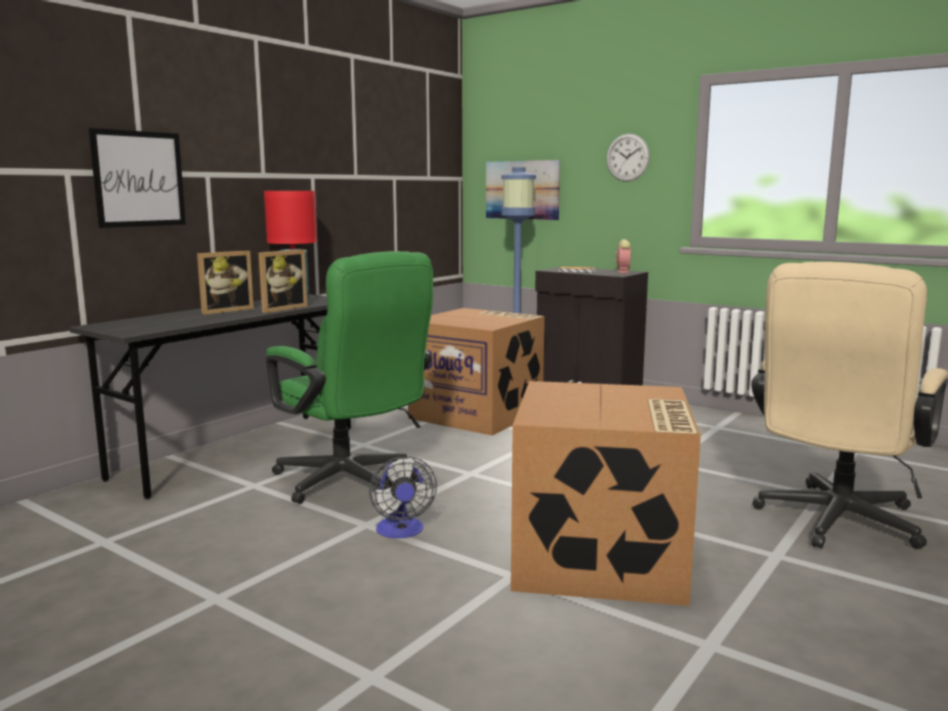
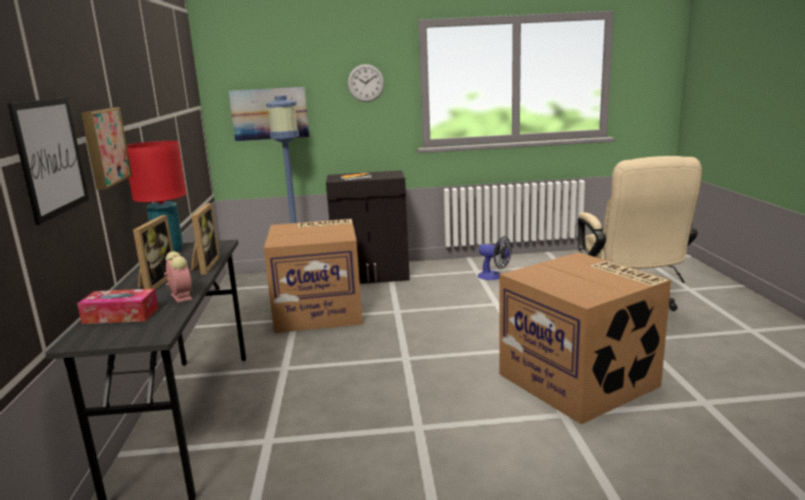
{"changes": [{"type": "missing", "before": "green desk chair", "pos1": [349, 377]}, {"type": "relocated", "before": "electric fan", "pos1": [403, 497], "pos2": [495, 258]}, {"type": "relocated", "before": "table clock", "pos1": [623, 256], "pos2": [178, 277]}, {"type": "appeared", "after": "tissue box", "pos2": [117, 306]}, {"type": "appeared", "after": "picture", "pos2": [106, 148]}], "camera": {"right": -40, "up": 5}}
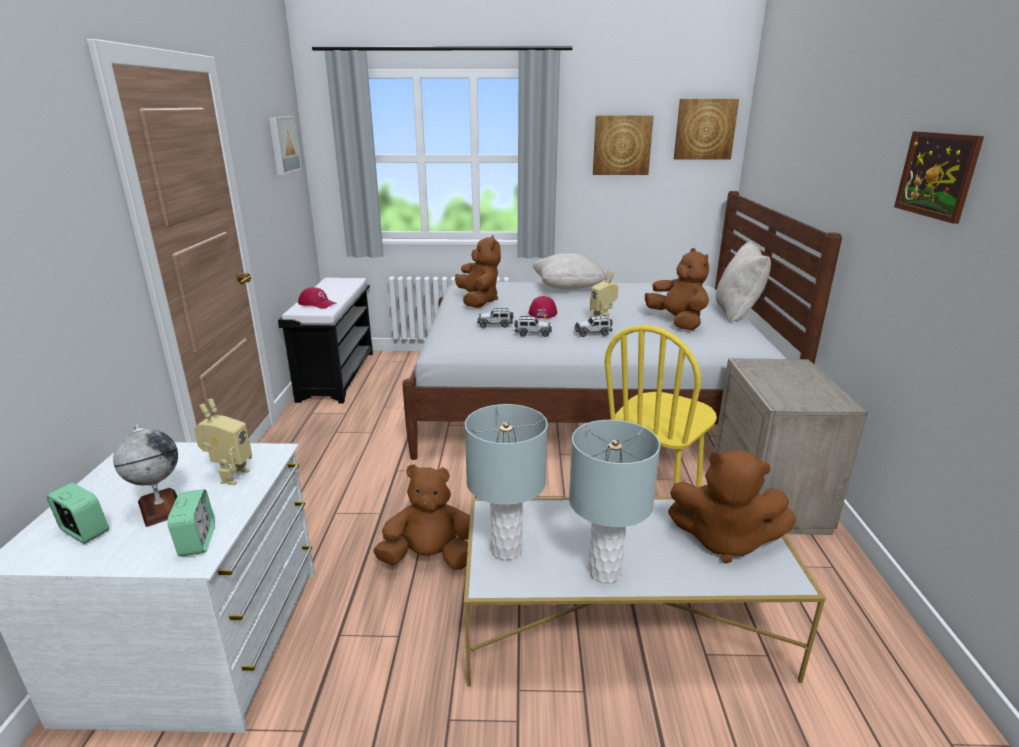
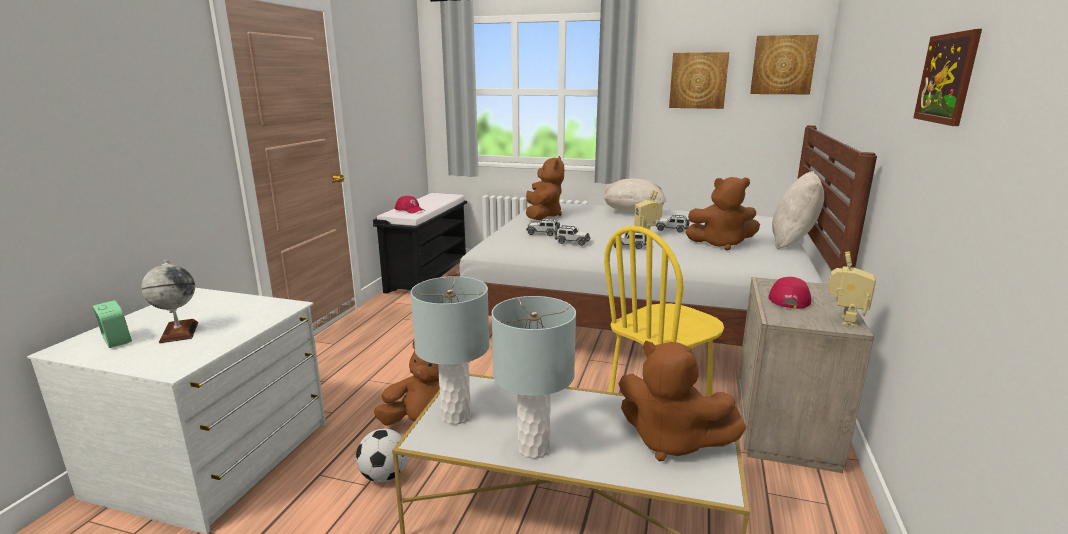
{"changes": [{"type": "missing", "before": "table clock", "pos1": [191, 523]}, {"type": "relocated", "before": "robot figure", "pos1": [223, 441], "pos2": [852, 290]}, {"type": "missing", "before": "picture", "pos1": [285, 145]}, {"type": "relocated", "before": "reddish baseball cap", "pos1": [543, 307], "pos2": [790, 293]}, {"type": "spun", "before": "brown-coloured cuddly toy", "pos1": [677, 289], "pos2": [722, 213], "turn": 105}, {"type": "appeared", "after": "football", "pos2": [382, 455]}, {"type": "appeared", "after": "miniature car", "pos2": [673, 224]}], "camera": {"right": 15, "up": -5}}
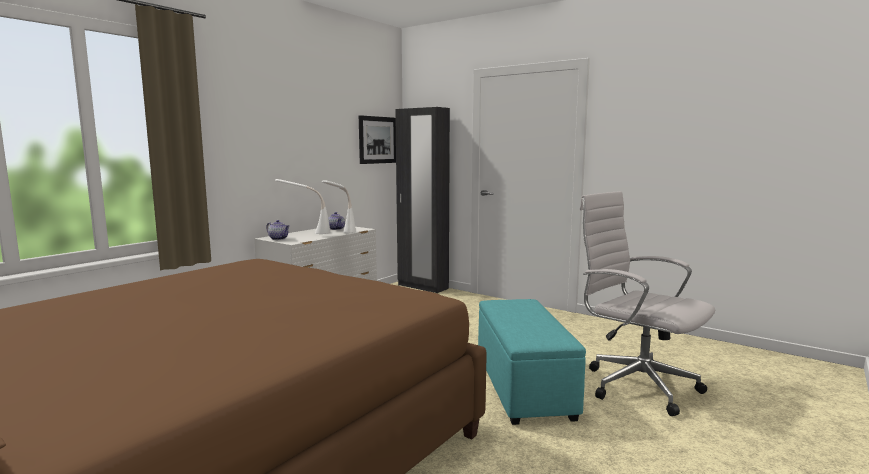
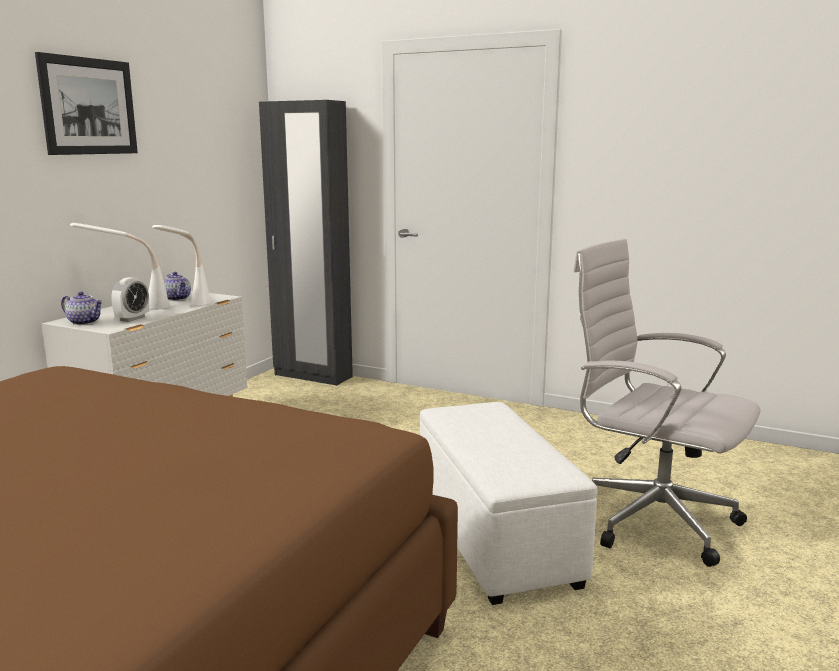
{"changes": [{"type": "relocated", "before": "picture", "pos1": [377, 139], "pos2": [86, 103]}, {"type": "colour", "before": "turquoise-coloured ottoman", "after": "whitish ottoman", "pos1": [532, 362], "pos2": [508, 503]}, {"type": "appeared", "after": "table clock", "pos2": [130, 299]}], "camera": {"right": -10, "up": 5}}
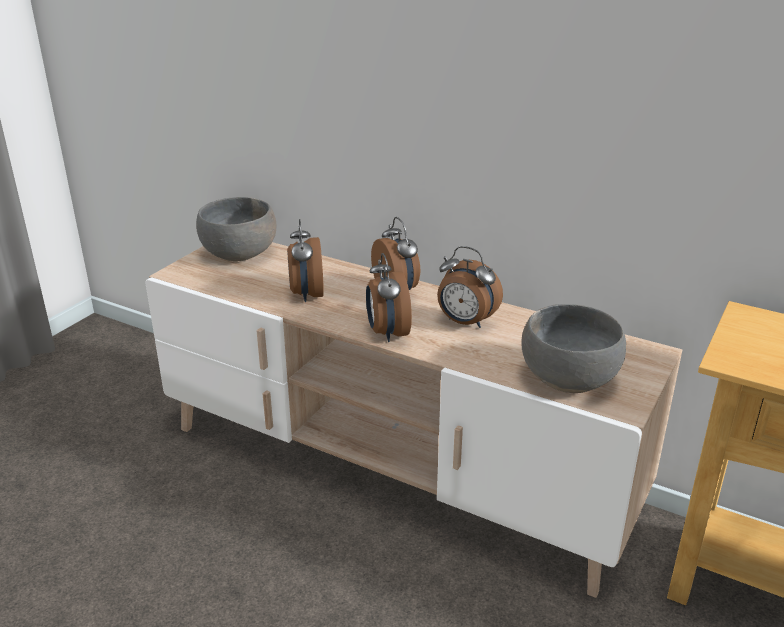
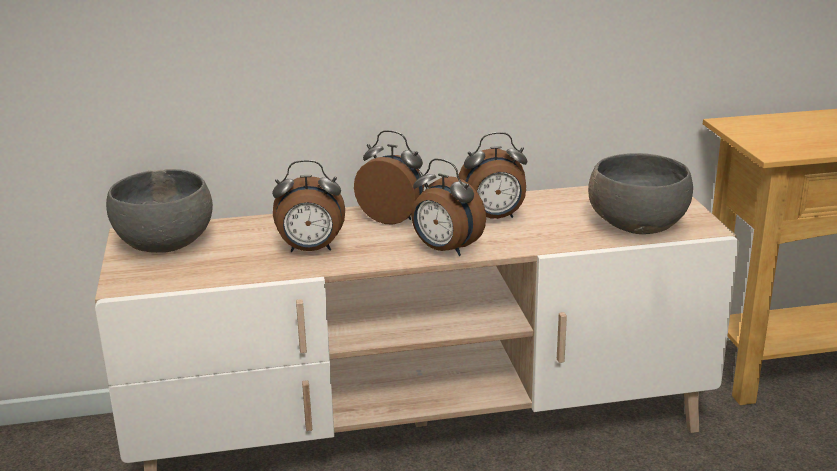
{"changes": [{"type": "spun", "before": "table clock", "pos1": [305, 260], "pos2": [308, 206], "turn": -45}], "camera": {"right": -40, "up": -5}}
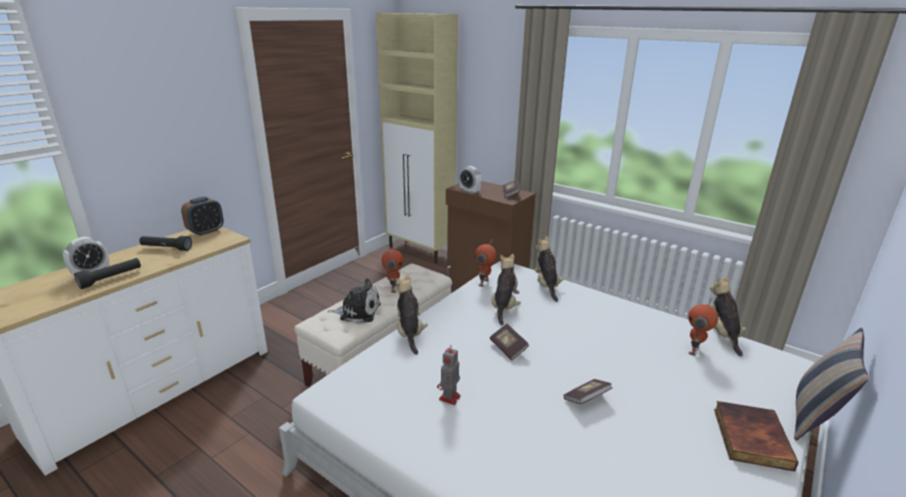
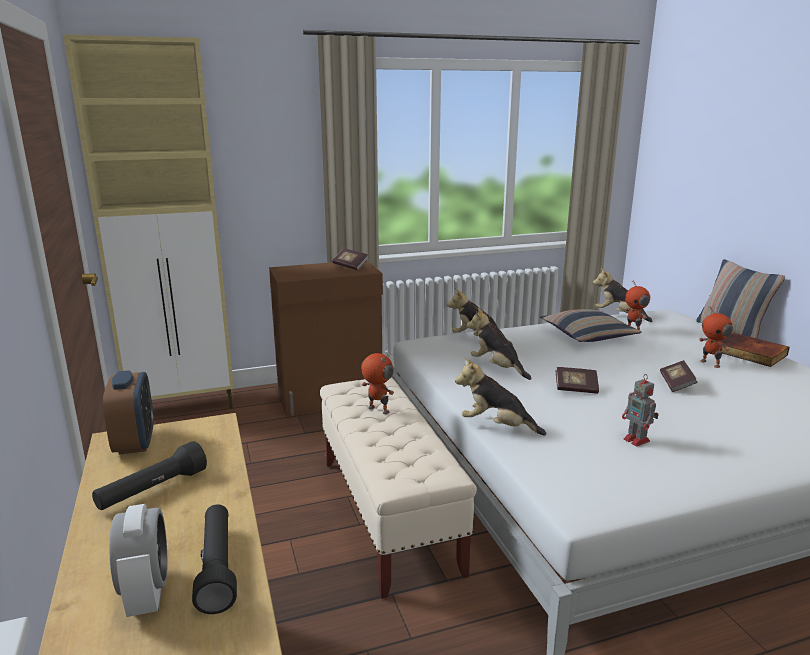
{"changes": [{"type": "missing", "before": "cuddly toy", "pos1": [354, 301]}, {"type": "missing", "before": "table clock", "pos1": [471, 180]}, {"type": "relocated", "before": "robot figure", "pos1": [485, 263], "pos2": [716, 337]}, {"type": "appeared", "after": "throw pillow", "pos2": [591, 325]}], "camera": {"right": -55, "up": -5}}
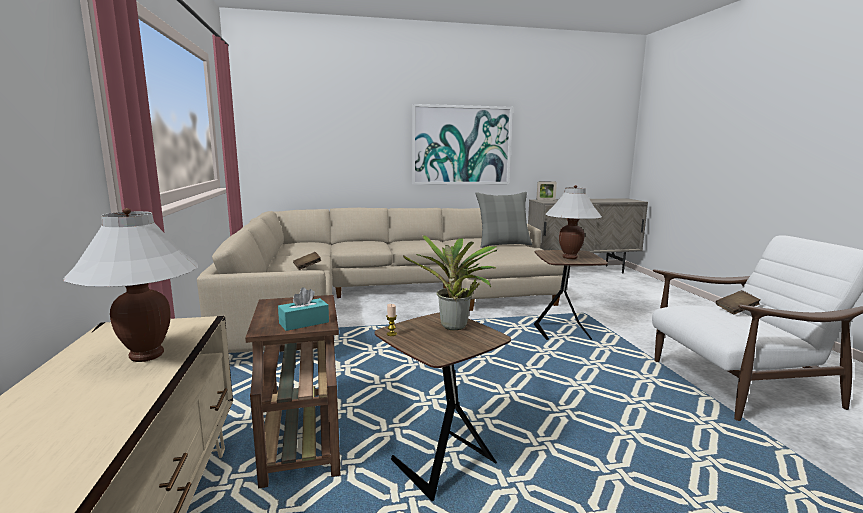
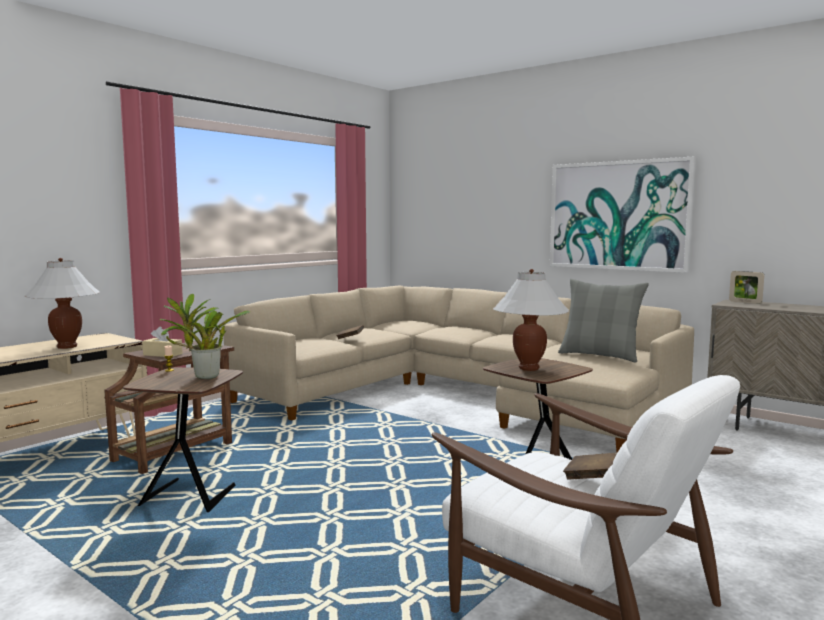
{"changes": [{"type": "colour", "before": "turquoise-coloured tissue box", "after": "beige-coloured tissue box", "pos1": [303, 309], "pos2": [162, 341]}], "camera": {"right": 50, "up": -5}}
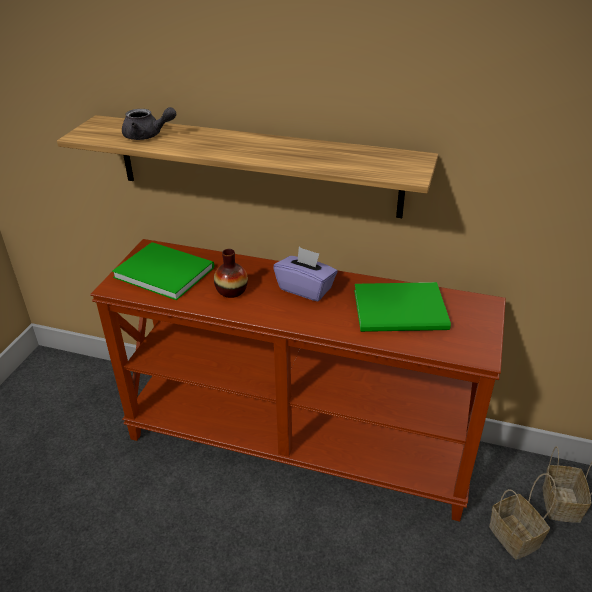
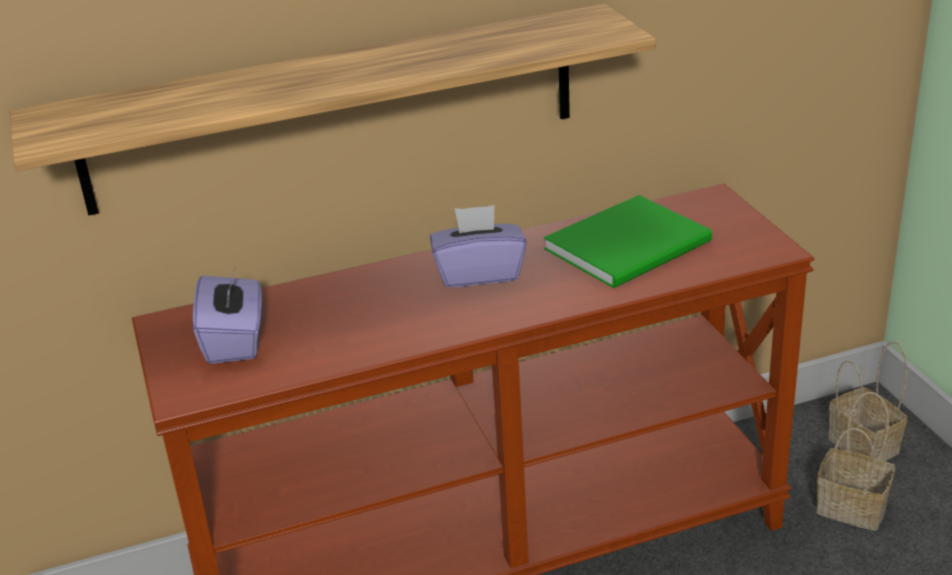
{"changes": [{"type": "exchanged", "before": "green bound book", "after": "purple tissue box", "pos1": [163, 271], "pos2": [227, 314]}, {"type": "missing", "before": "greyish tea pot", "pos1": [149, 123]}, {"type": "missing", "before": "vase", "pos1": [231, 273]}], "camera": {"right": -35, "up": -5}}
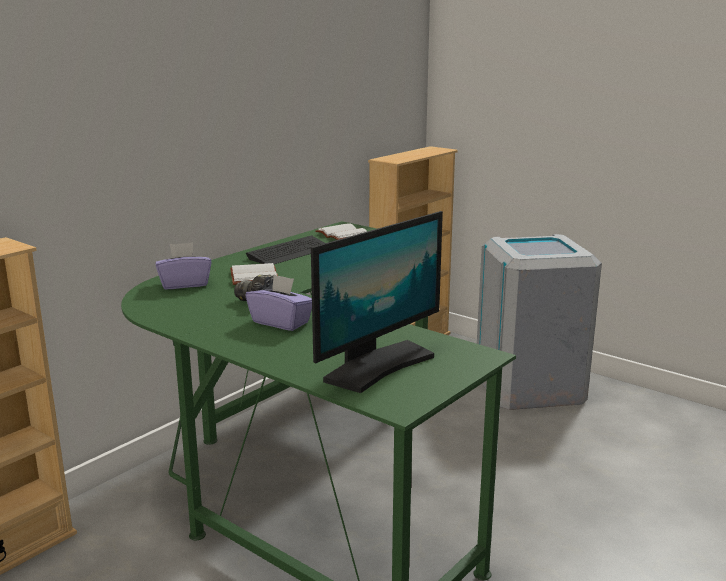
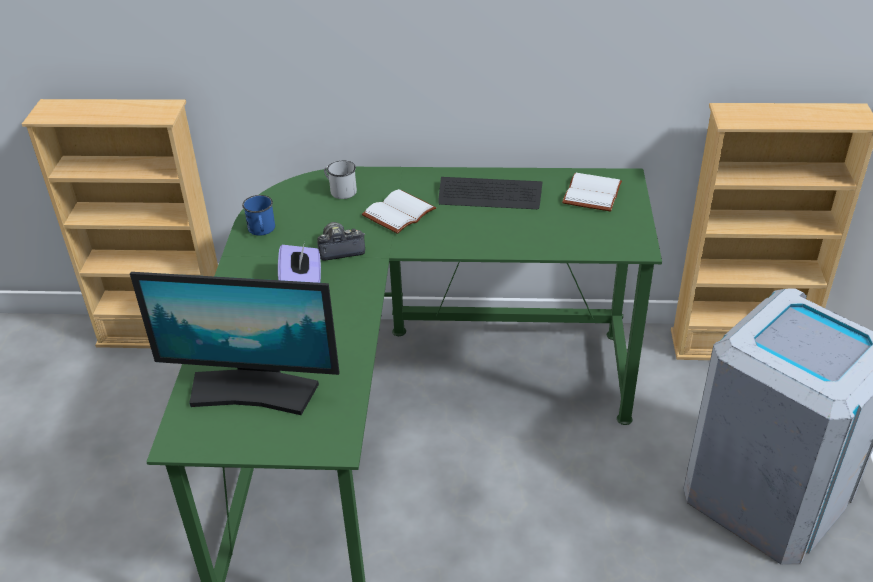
{"changes": [{"type": "exchanged", "before": "purple tissue box", "after": "whitish coffee mug", "pos1": [183, 265], "pos2": [340, 179]}, {"type": "appeared", "after": "blue coffee mug", "pos2": [258, 215]}], "camera": {"right": 55, "up": 20}}
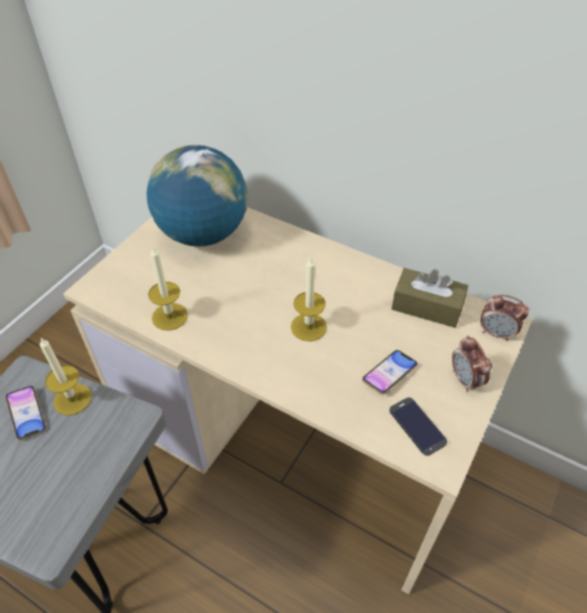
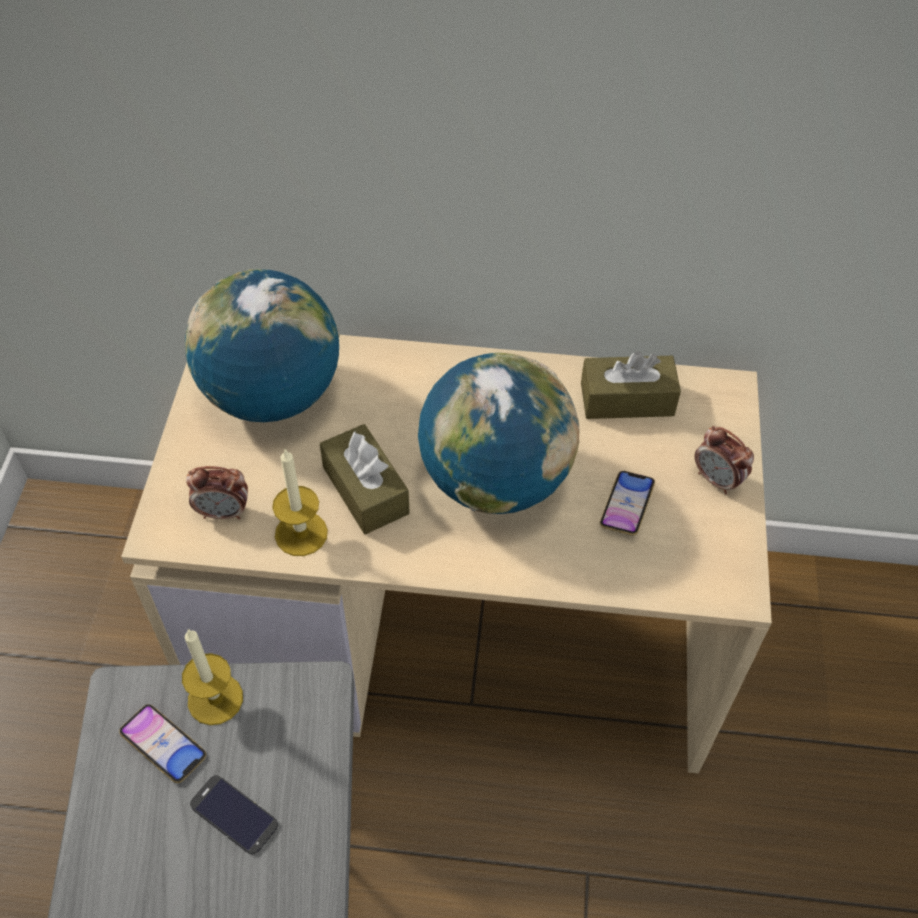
{"changes": [{"type": "exchanged", "before": "candle", "after": "desk globe", "pos1": [309, 300], "pos2": [499, 433]}, {"type": "relocated", "before": "handset", "pos1": [418, 426], "pos2": [234, 815]}, {"type": "relocated", "before": "table clock", "pos1": [505, 318], "pos2": [217, 492]}, {"type": "appeared", "after": "brown-coloured tissue box", "pos2": [365, 479]}], "camera": {"right": -25, "up": 5}}
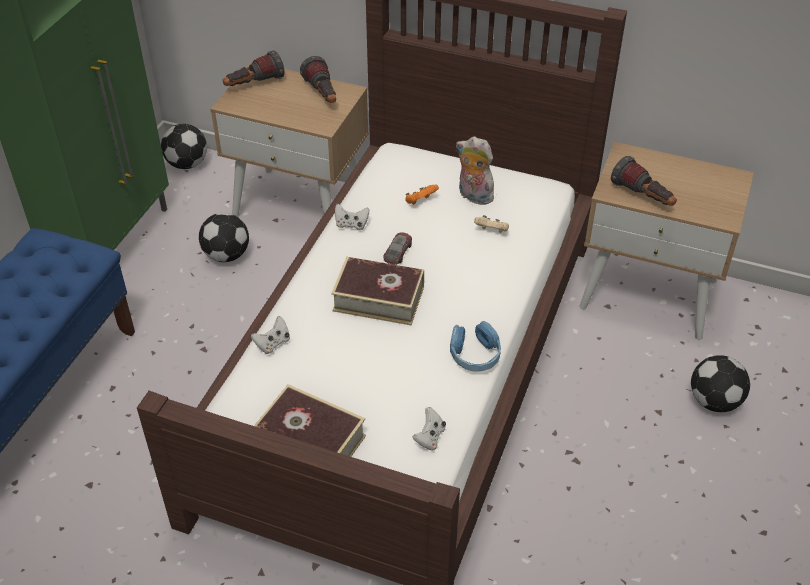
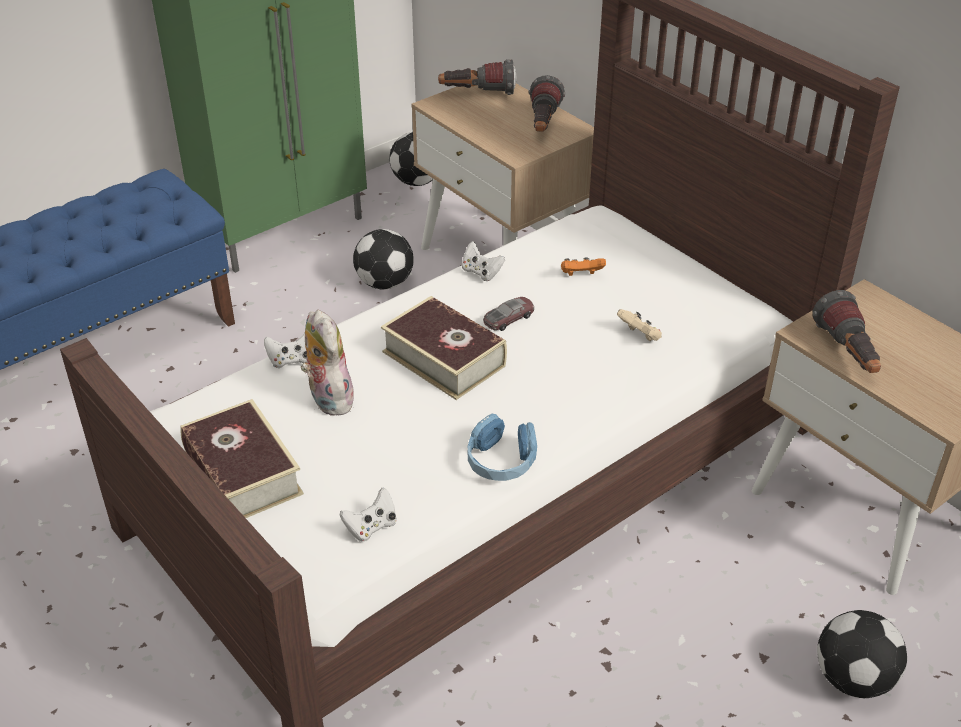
{"changes": [{"type": "relocated", "before": "cuddly toy", "pos1": [475, 170], "pos2": [327, 363]}], "camera": {"right": 30, "up": -5}}
